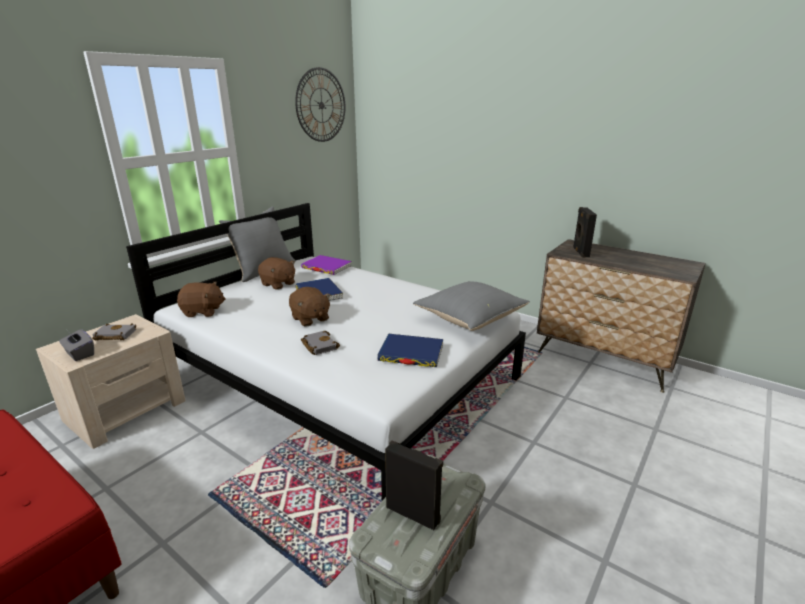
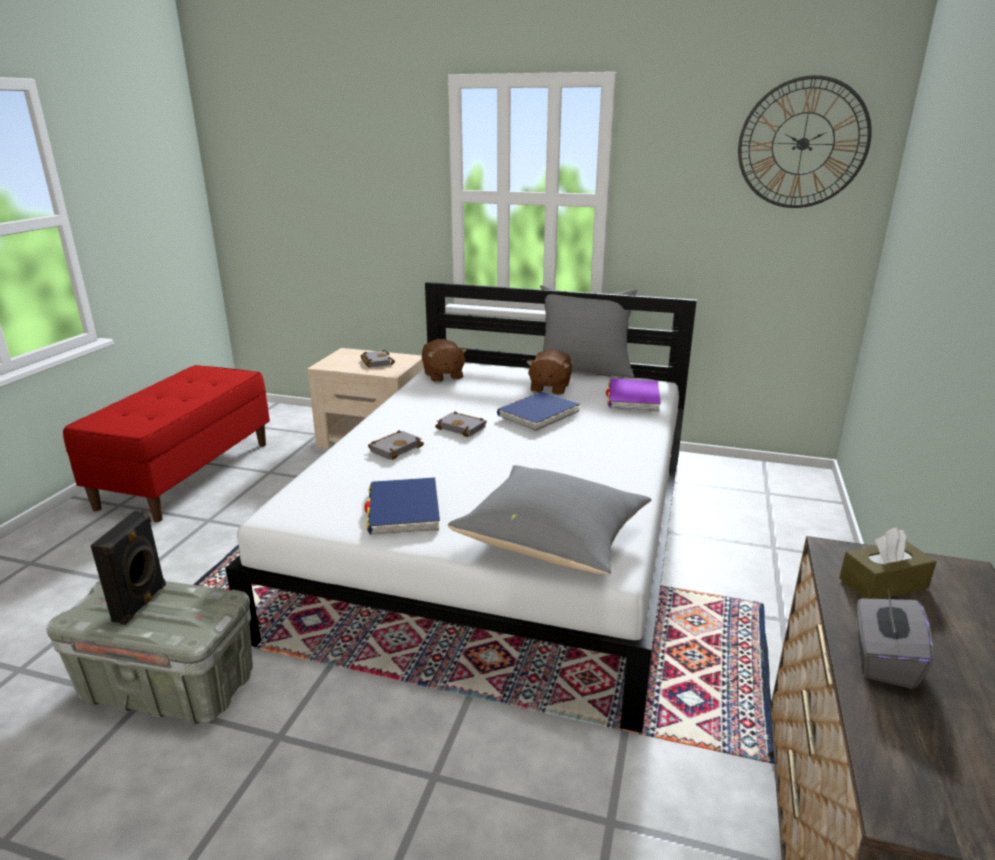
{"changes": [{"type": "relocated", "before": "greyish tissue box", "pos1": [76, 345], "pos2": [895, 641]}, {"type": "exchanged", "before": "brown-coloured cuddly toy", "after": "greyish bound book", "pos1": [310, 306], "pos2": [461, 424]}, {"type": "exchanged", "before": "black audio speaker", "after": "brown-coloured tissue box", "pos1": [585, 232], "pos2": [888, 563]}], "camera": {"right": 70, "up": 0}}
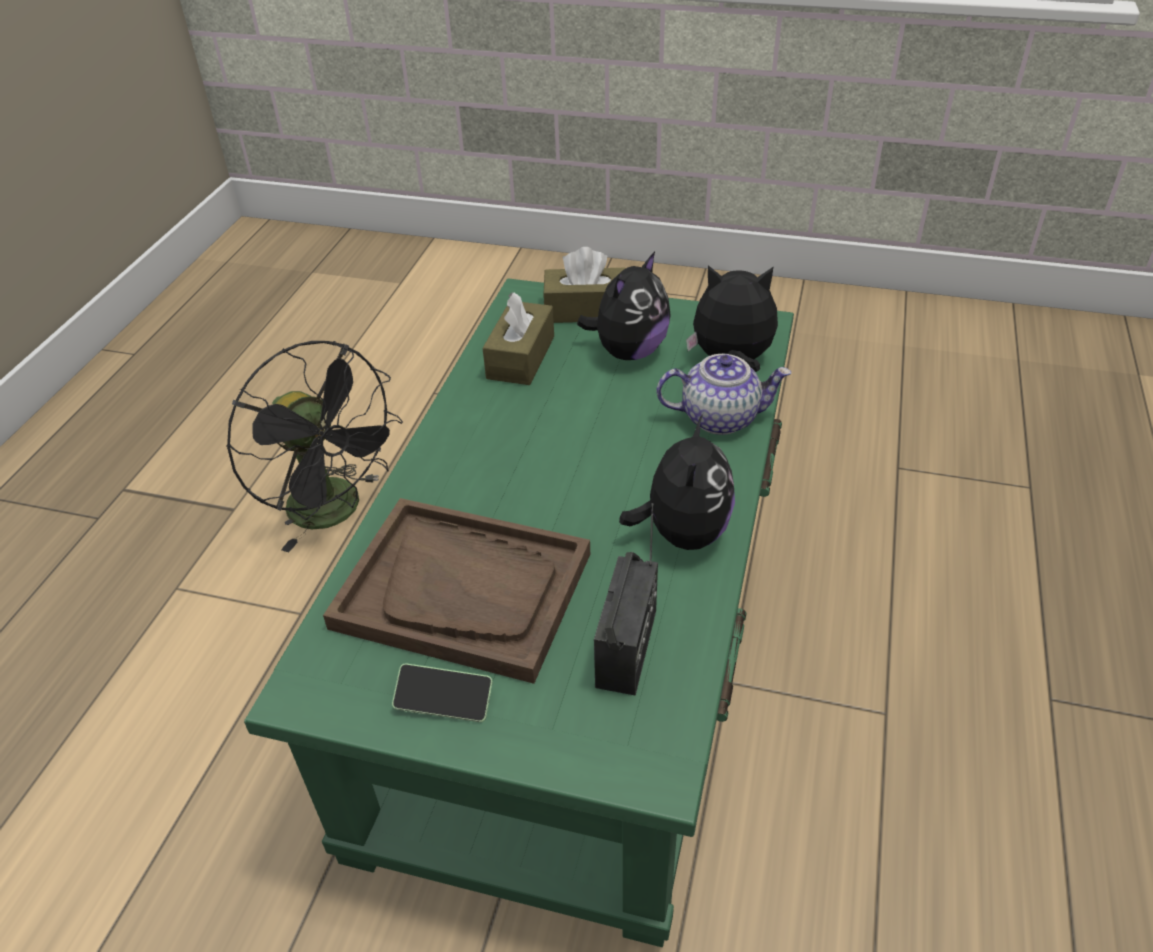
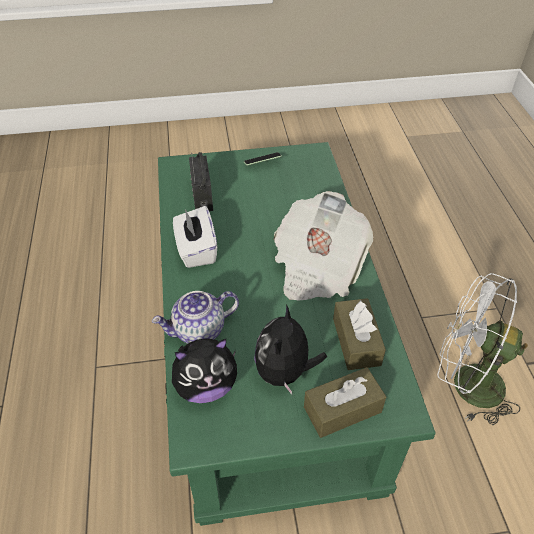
{"changes": [{"type": "colour", "before": "black electric fan", "after": "whitish electric fan", "pos1": [315, 446], "pos2": [482, 349]}, {"type": "missing", "before": "brown-coloured tray", "pos1": [456, 591]}, {"type": "exchanged", "before": "cuddly toy", "after": "whitish tissue box", "pos1": [677, 482], "pos2": [195, 237]}, {"type": "appeared", "after": "daily paper", "pos2": [323, 246]}], "camera": {"right": 155, "up": 5}}
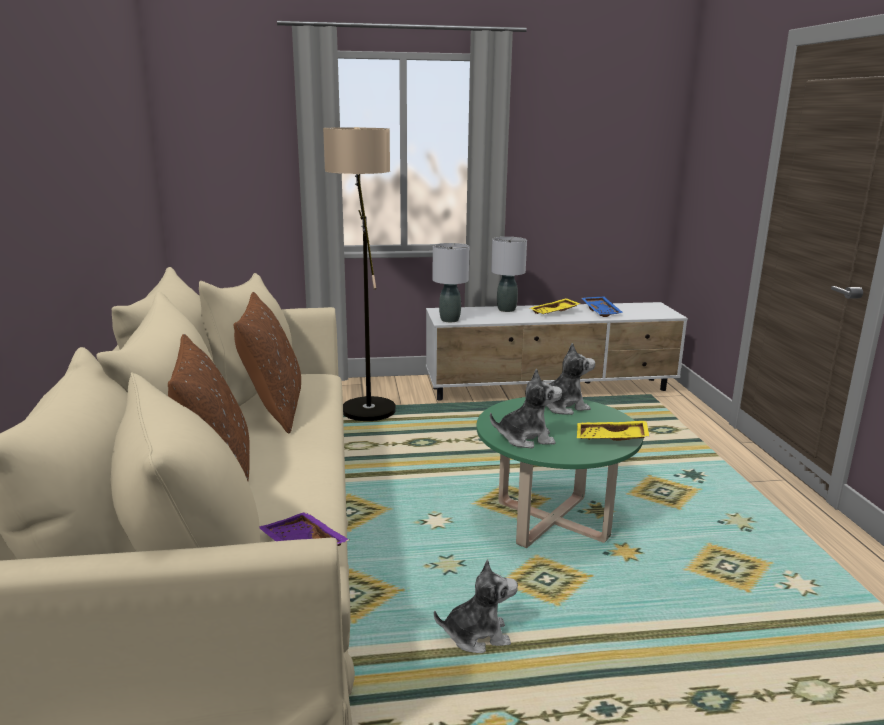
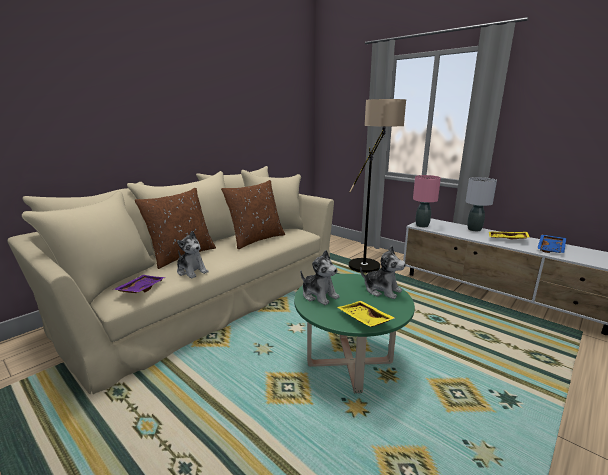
{"changes": [{"type": "colour", "before": "greyish tabletop lamp", "after": "pink-coloured tabletop lamp", "pos1": [451, 282], "pos2": [427, 201]}, {"type": "relocated", "before": "cuddly toy", "pos1": [476, 606], "pos2": [192, 254]}], "camera": {"right": 50, "up": 0}}
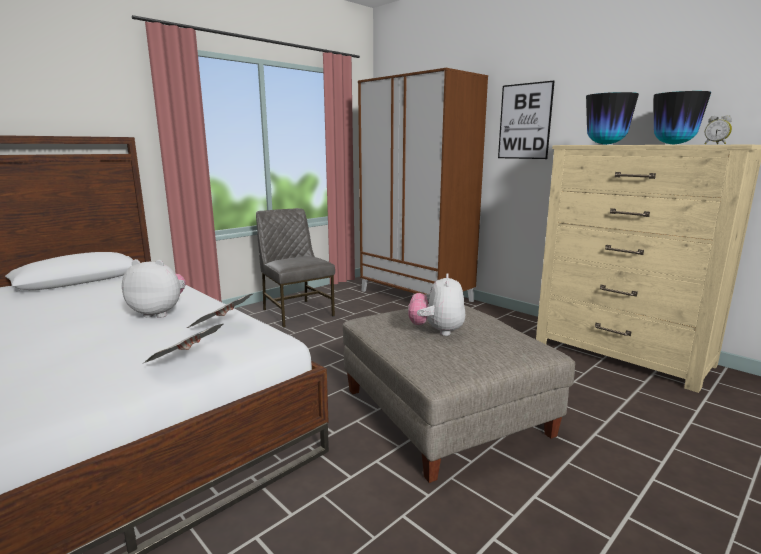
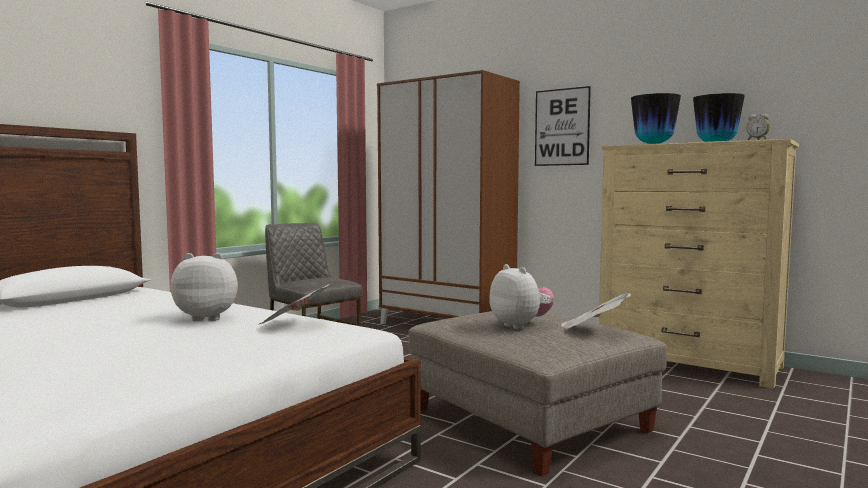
{"changes": [{"type": "relocated", "before": "daily paper", "pos1": [183, 344], "pos2": [596, 311]}, {"type": "spun", "before": "cuddly toy", "pos1": [436, 304], "pos2": [521, 297], "turn": 150}], "camera": {"right": -10, "up": -10}}
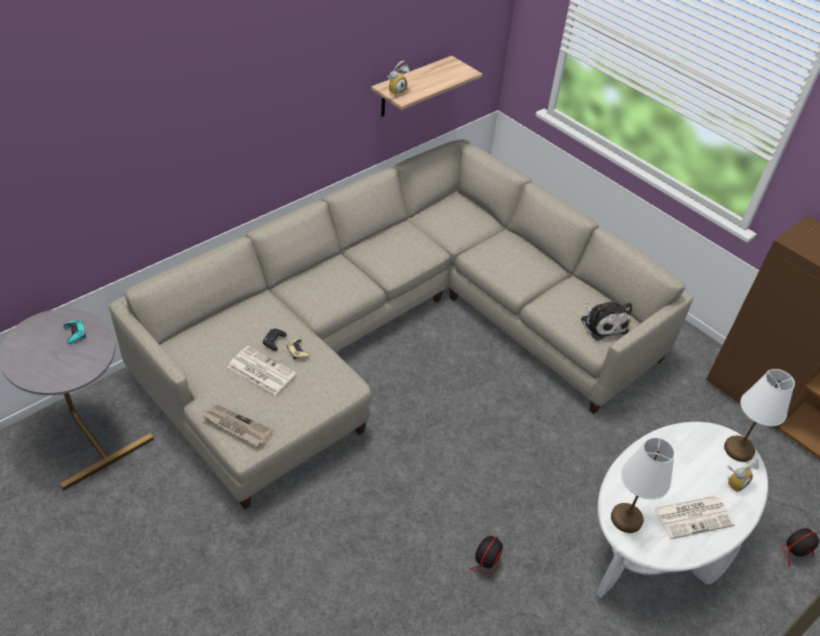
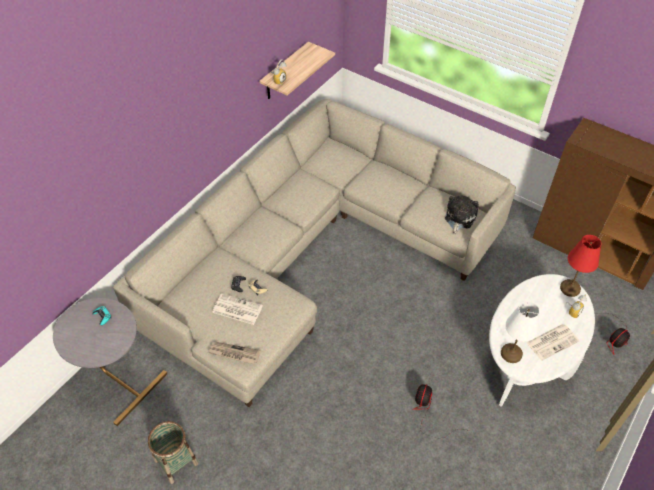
{"changes": [{"type": "spun", "before": "cuddly toy", "pos1": [606, 321], "pos2": [462, 214], "turn": -120}, {"type": "colour", "before": "whitish tabletop lamp", "after": "reddish tabletop lamp", "pos1": [759, 415], "pos2": [580, 266]}, {"type": "appeared", "after": "household basket", "pos2": [173, 452]}], "camera": {"right": -10, "up": 5}}
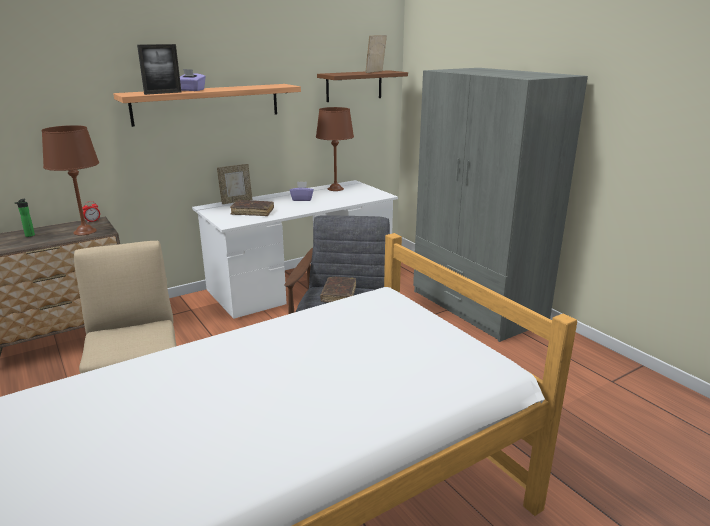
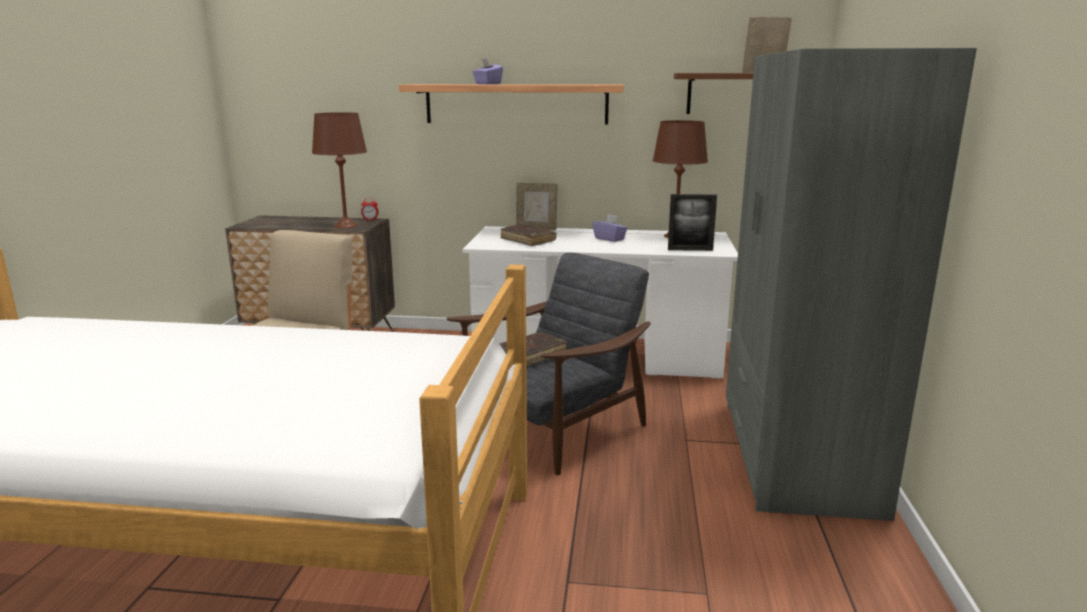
{"changes": [{"type": "missing", "before": "beverage bottle", "pos1": [25, 218]}, {"type": "relocated", "before": "photo frame", "pos1": [159, 69], "pos2": [692, 222]}], "camera": {"right": 40, "up": -5}}
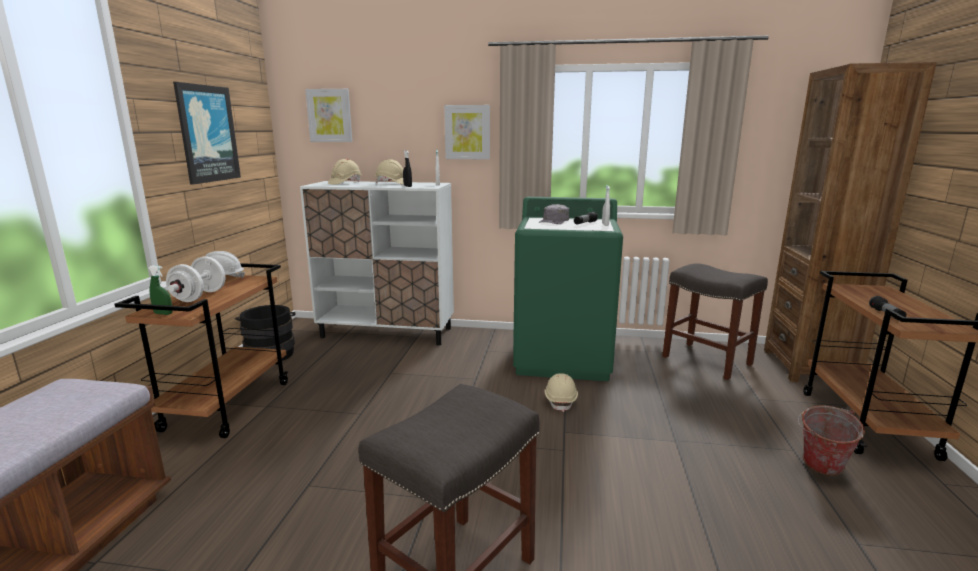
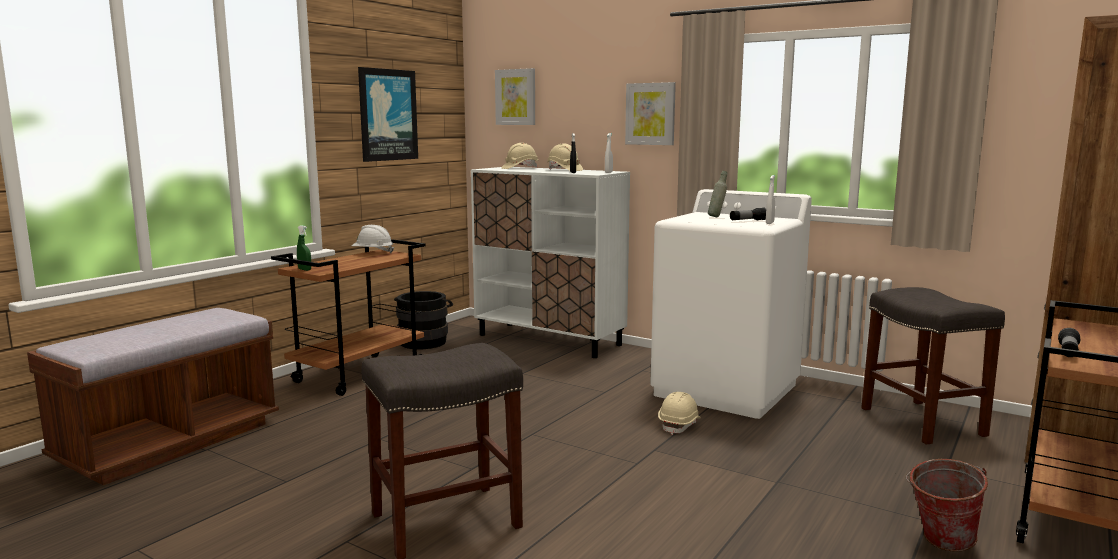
{"changes": [{"type": "missing", "before": "whitish dumbbell", "pos1": [195, 279]}, {"type": "colour", "before": "green washing machine", "after": "whitish washing machine", "pos1": [568, 289], "pos2": [731, 304]}, {"type": "exchanged", "before": "greyish baseball cap", "after": "greyish beverage bottle", "pos1": [553, 214], "pos2": [717, 194]}], "camera": {"right": 25, "up": -5}}
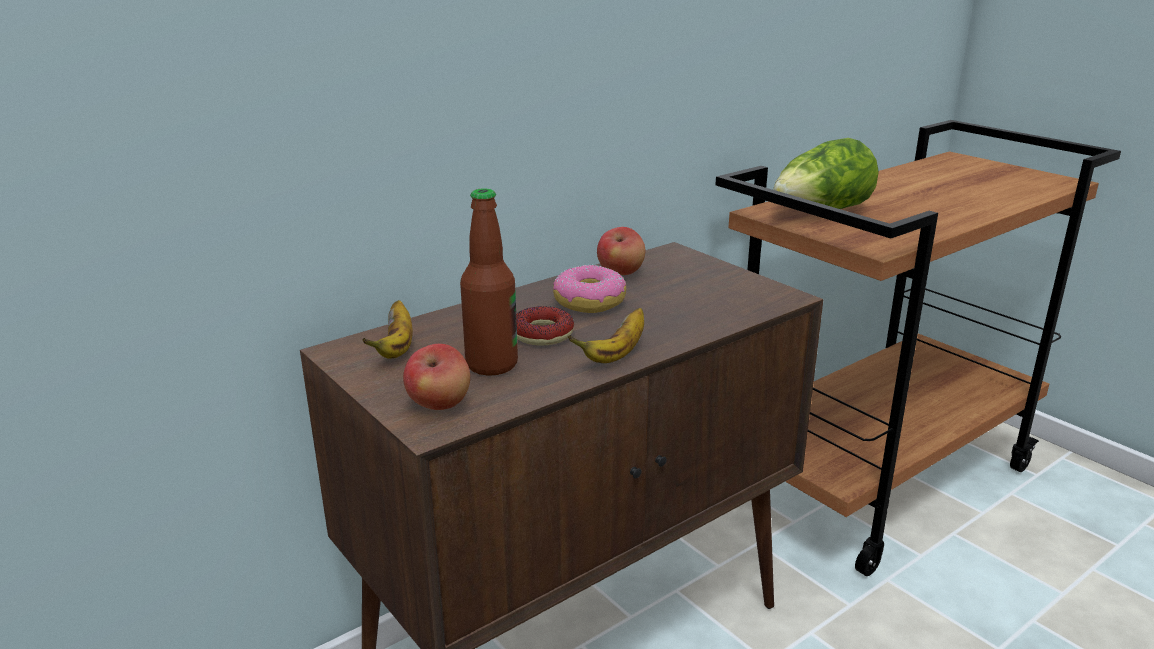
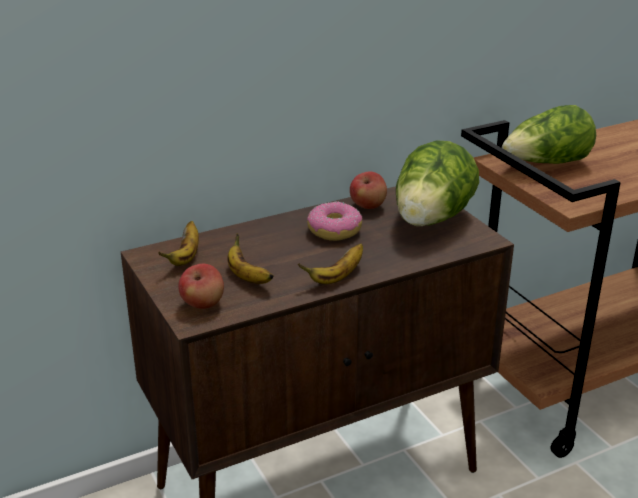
{"changes": [{"type": "exchanged", "before": "beverage bottle", "after": "whole banana", "pos1": [489, 282], "pos2": [250, 258]}, {"type": "missing", "before": "donut", "pos1": [545, 326]}, {"type": "appeared", "after": "lettuce head", "pos2": [437, 183]}], "camera": {"right": 10, "up": 5}}
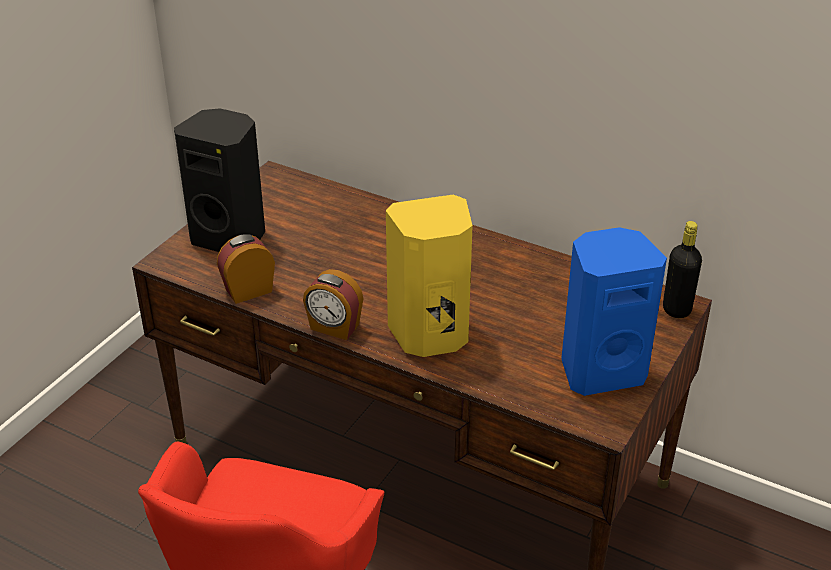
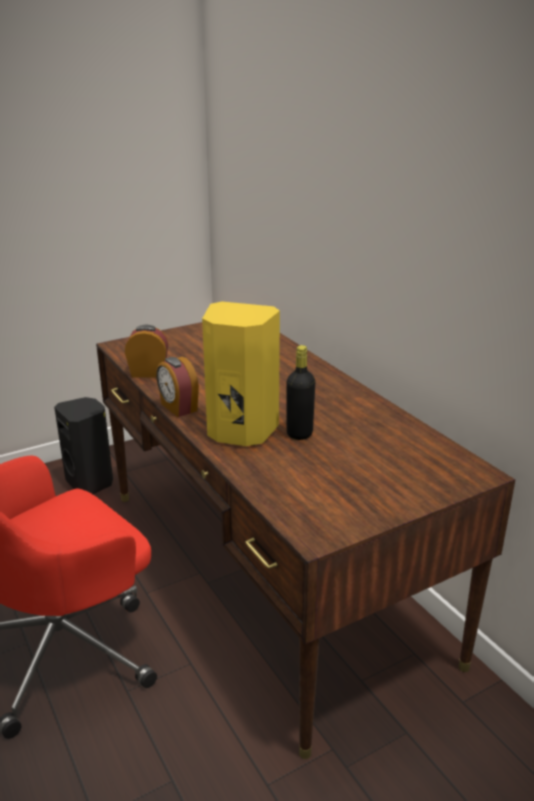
{"changes": [{"type": "relocated", "before": "black audio speaker", "pos1": [219, 180], "pos2": [83, 445]}, {"type": "missing", "before": "blue audio speaker", "pos1": [614, 311]}, {"type": "relocated", "before": "black beverage bottle", "pos1": [682, 269], "pos2": [301, 392]}], "camera": {"right": 30, "up": -10}}
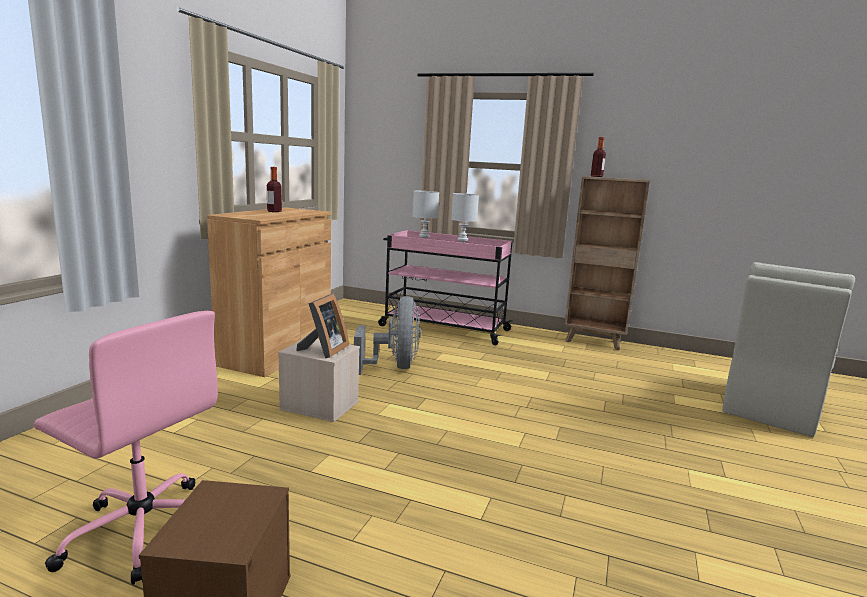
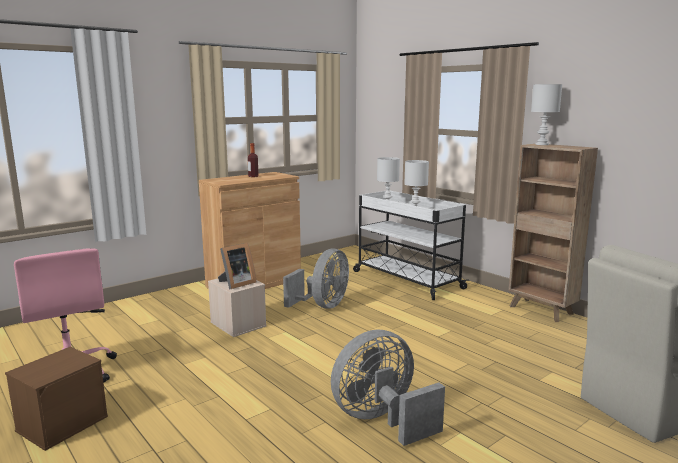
{"changes": [{"type": "colour", "before": "pink-coloured wheeled cart", "after": "whitish wheeled cart", "pos1": [445, 287], "pos2": [411, 245]}, {"type": "exchanged", "before": "beverage bottle", "after": "whitish tabletop lamp", "pos1": [598, 157], "pos2": [546, 114]}, {"type": "appeared", "after": "greyish electric fan", "pos2": [388, 387]}], "camera": {"right": 30, "up": 0}}
